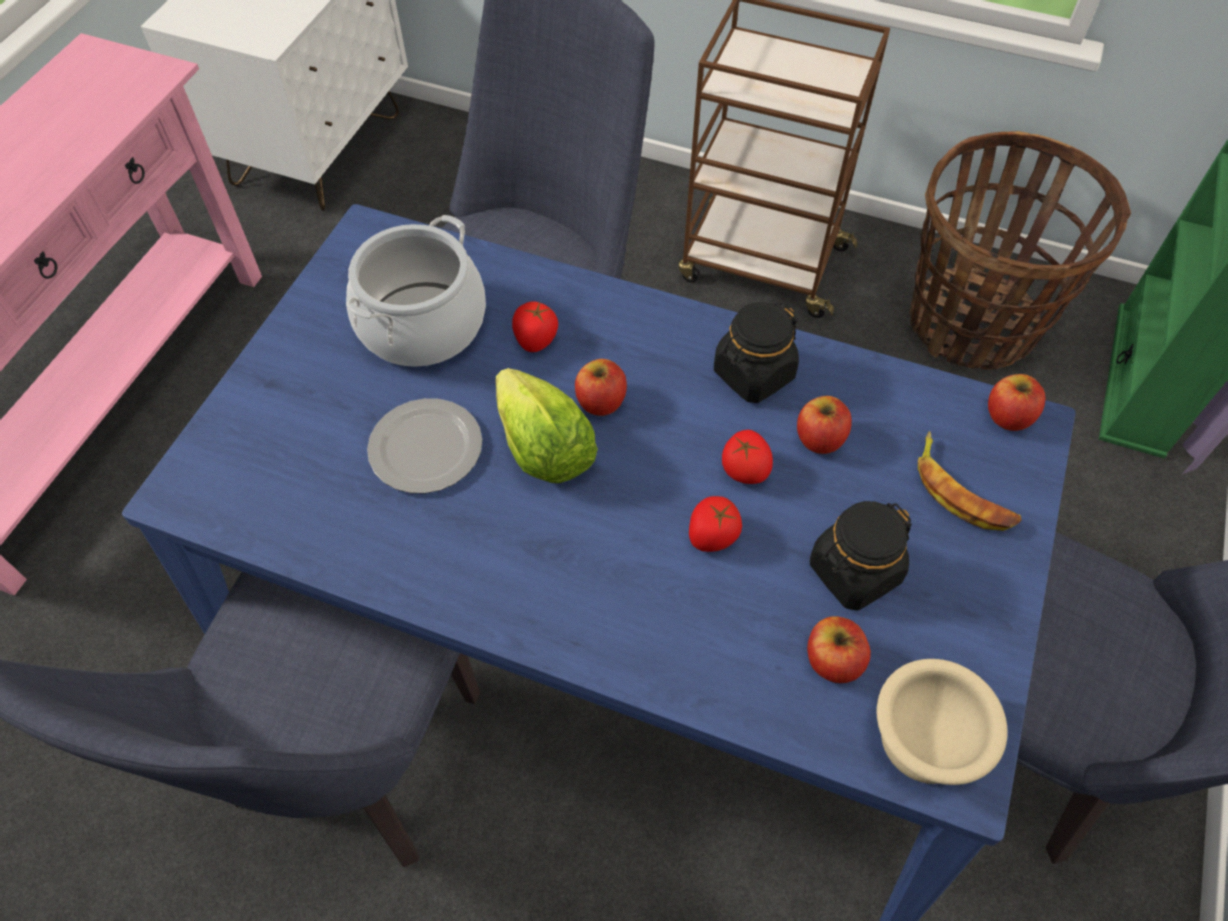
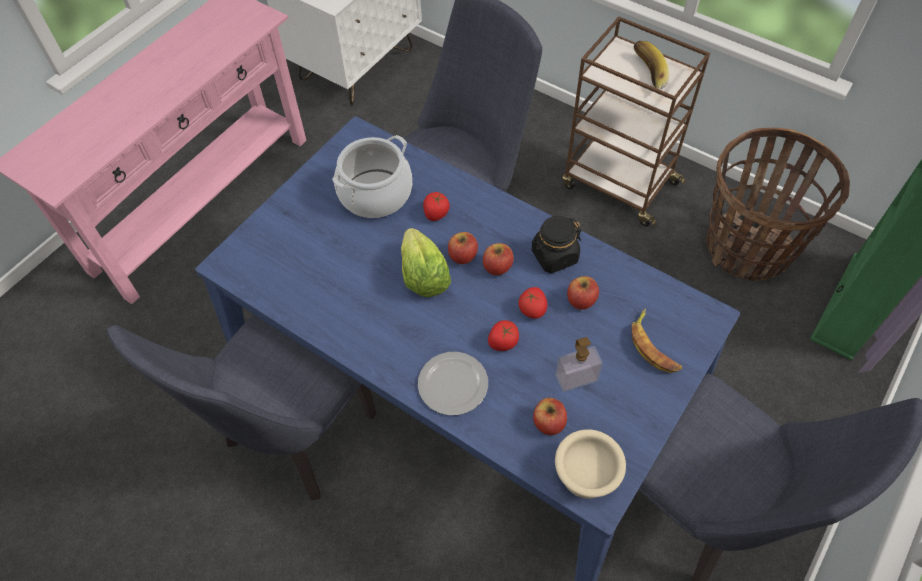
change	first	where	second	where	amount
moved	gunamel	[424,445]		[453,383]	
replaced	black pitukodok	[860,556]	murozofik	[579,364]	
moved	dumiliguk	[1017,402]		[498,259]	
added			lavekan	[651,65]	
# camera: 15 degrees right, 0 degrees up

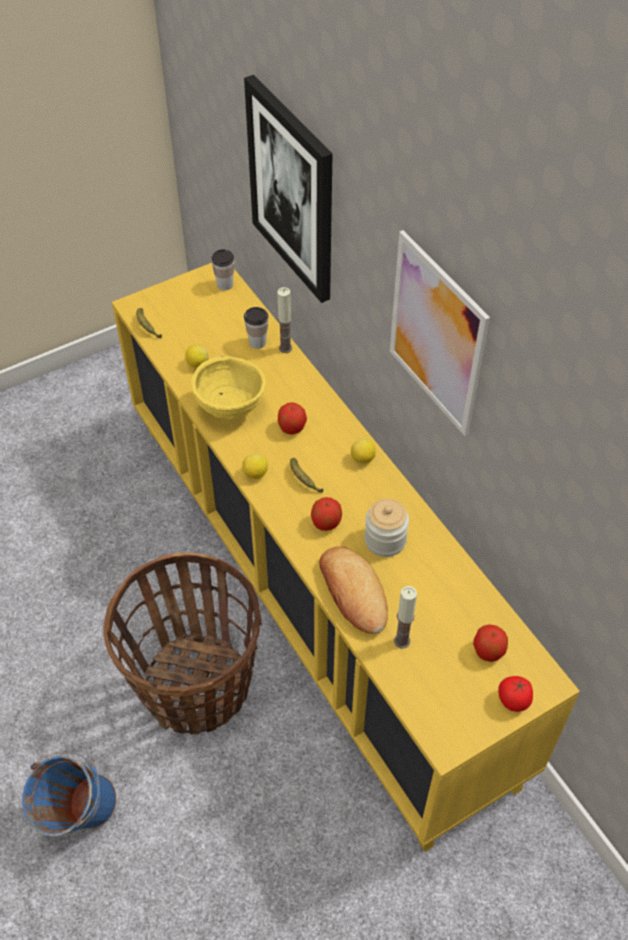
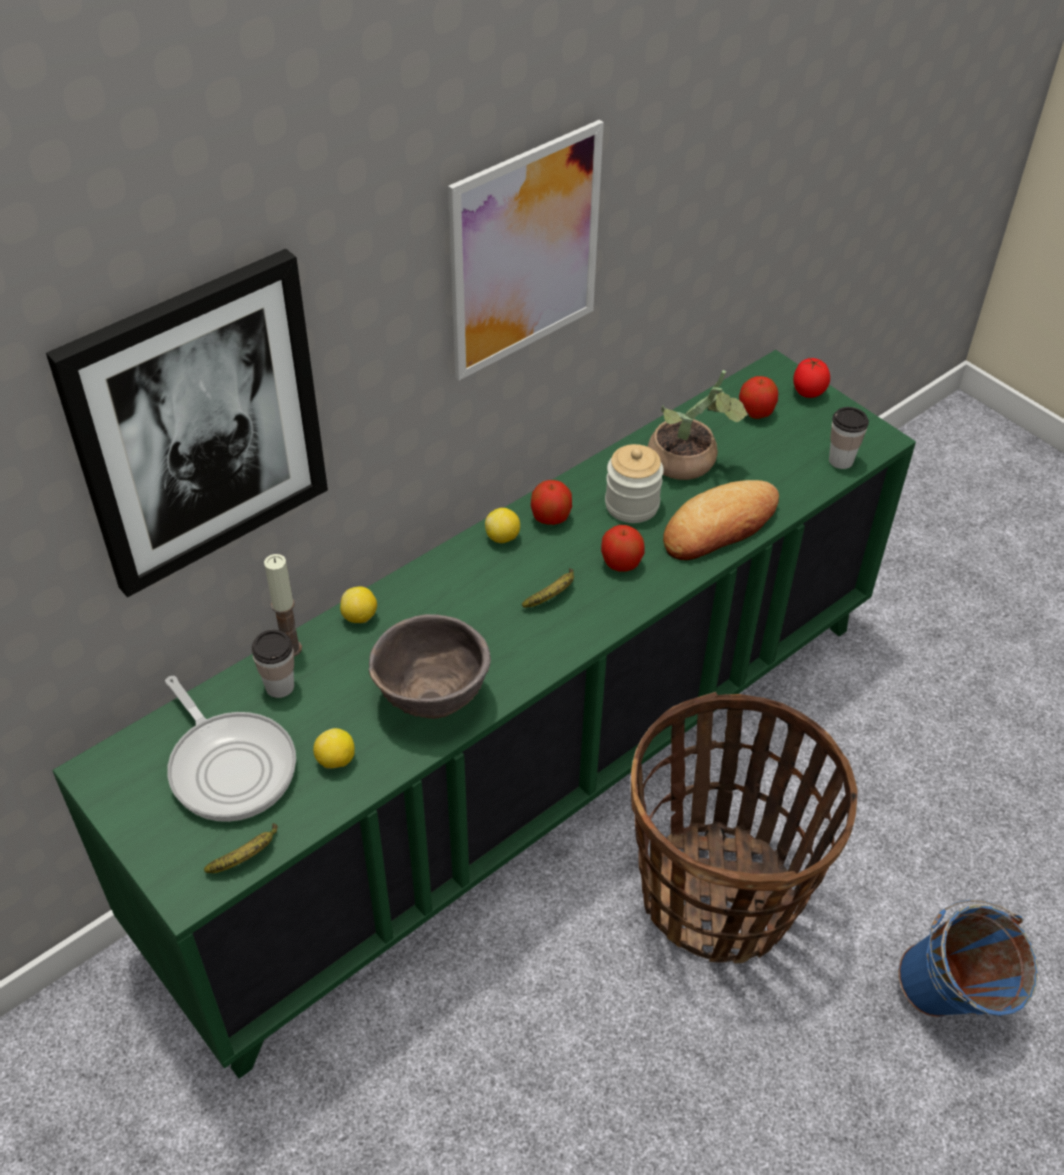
change	first	where	second	where	amount
recoloured	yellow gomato	[346,557]	green gomato	[484,714]	
recoloured	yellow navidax	[228,387]	brown navidax	[430,666]	
moved	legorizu	[222,269]		[849,438]	
moved	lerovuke	[255,466]		[358,604]	
moved	dumiliguk	[292,418]		[551,502]	
removed	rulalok	[405,617]			
added			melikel	[230,749]	
added			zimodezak	[698,425]	
# camera: 100 degrees left, 5 degrees down

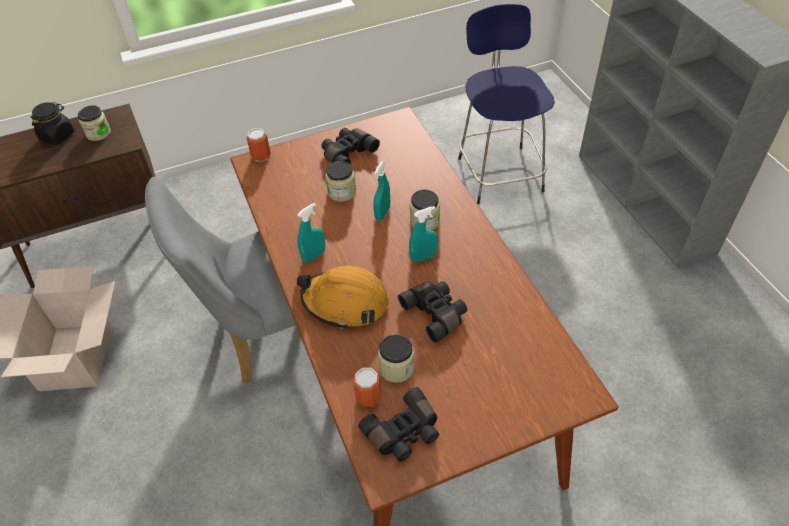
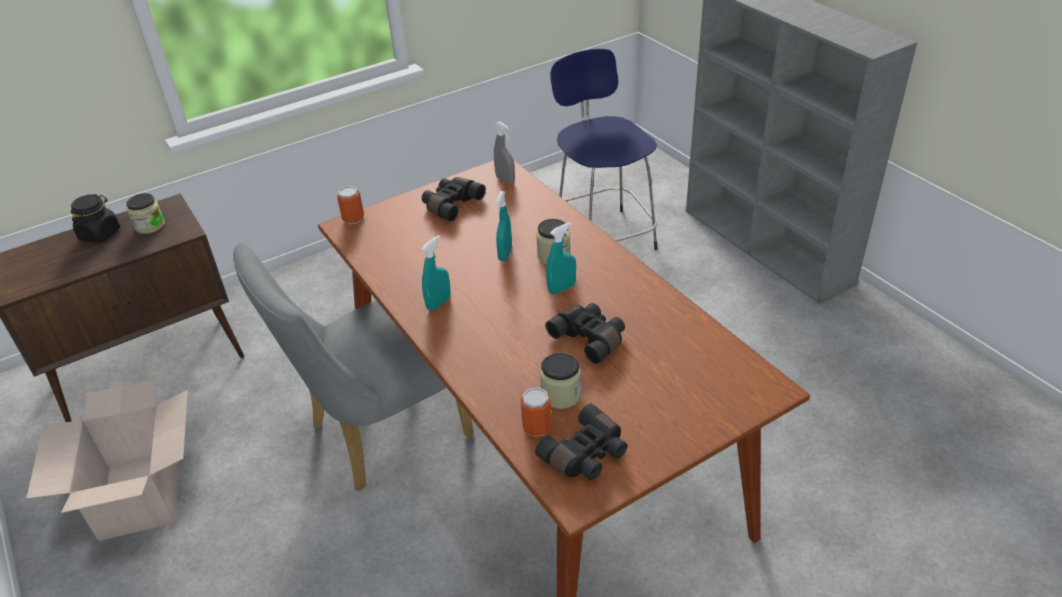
change	first	where	second	where	amount
removed	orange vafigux	[343,297]			
removed	pitukodok	[340,181]			
added			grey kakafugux	[504,153]	
# camera: 10 degrees left, 10 degrees down

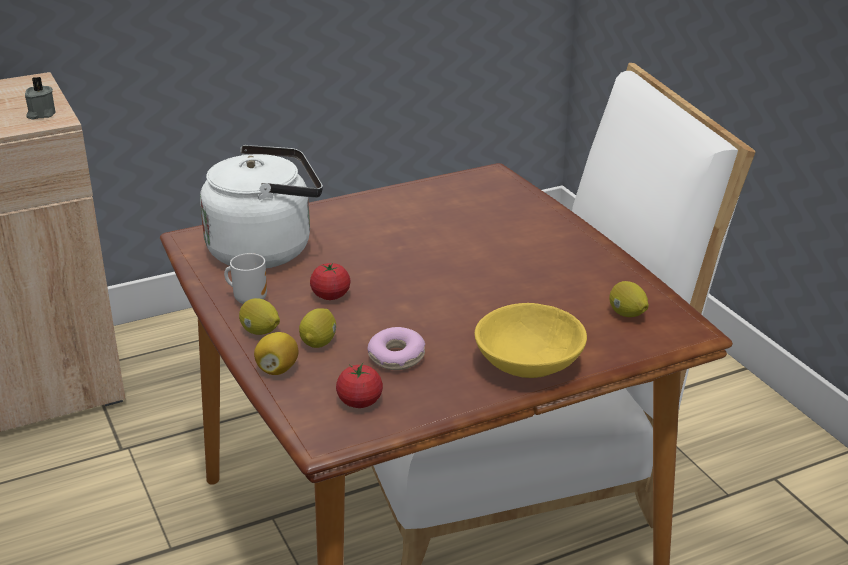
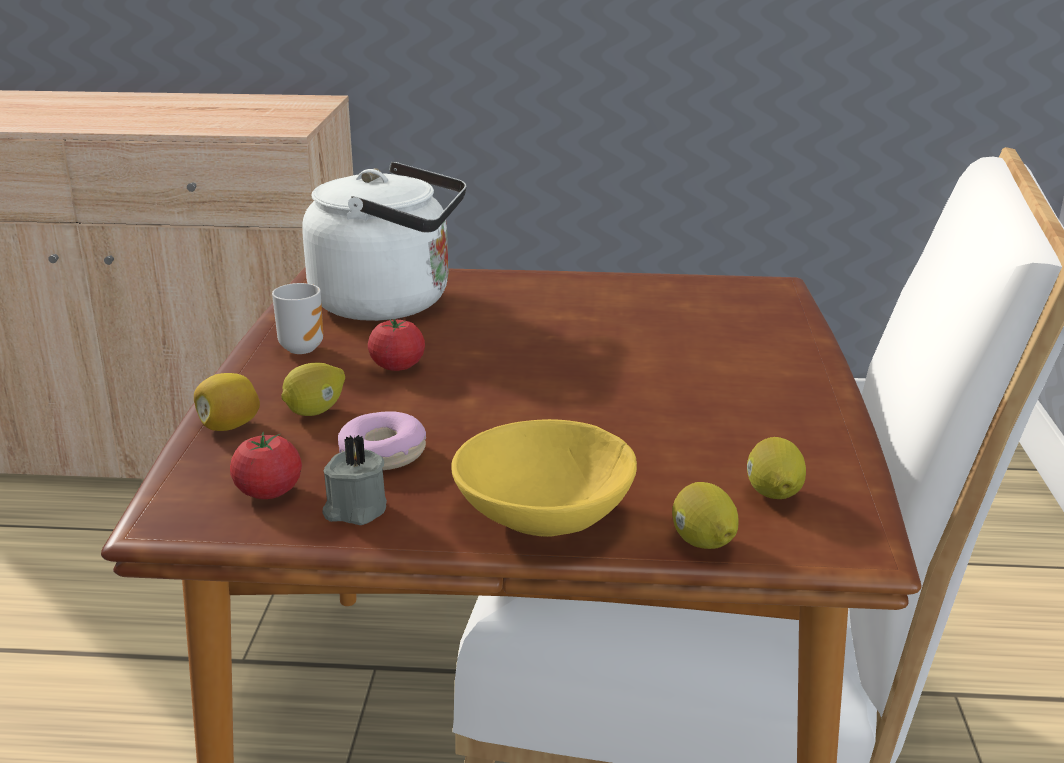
change	first	where	second	where	amount
moved	grey rulalok	[40,98]		[355,480]	
moved	lerovuke	[259,316]		[705,515]	
# camera: 30 degrees right, 5 degrees down

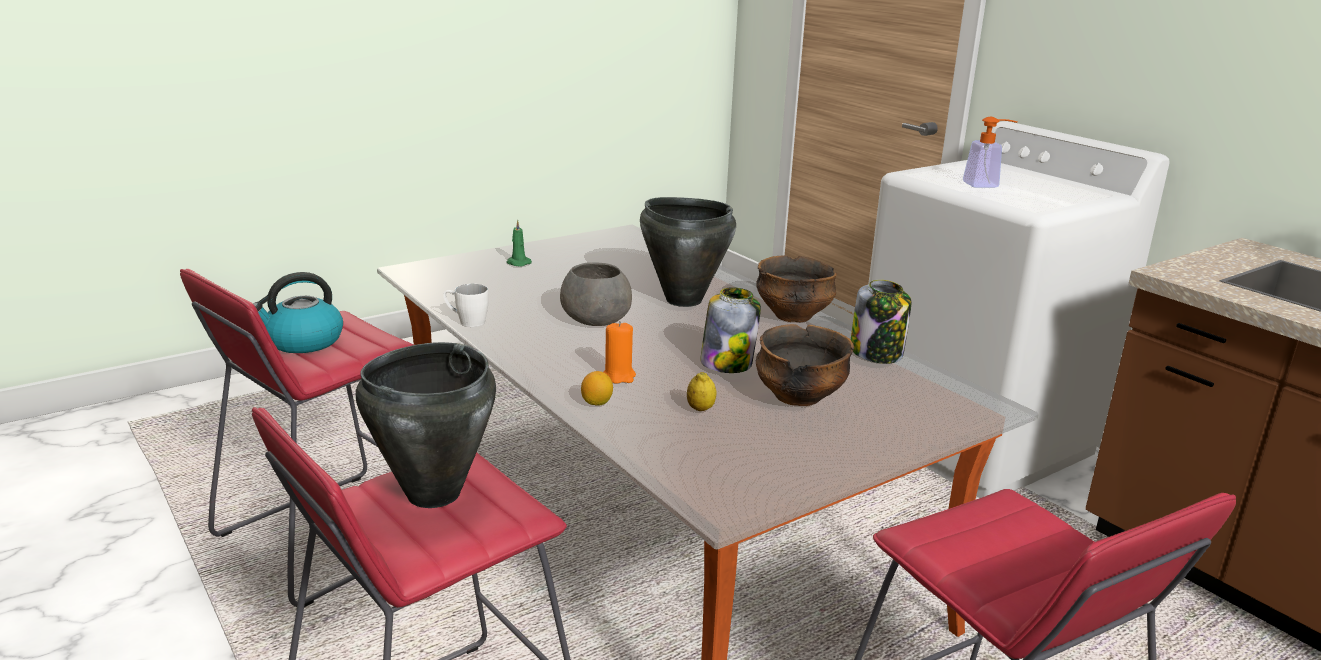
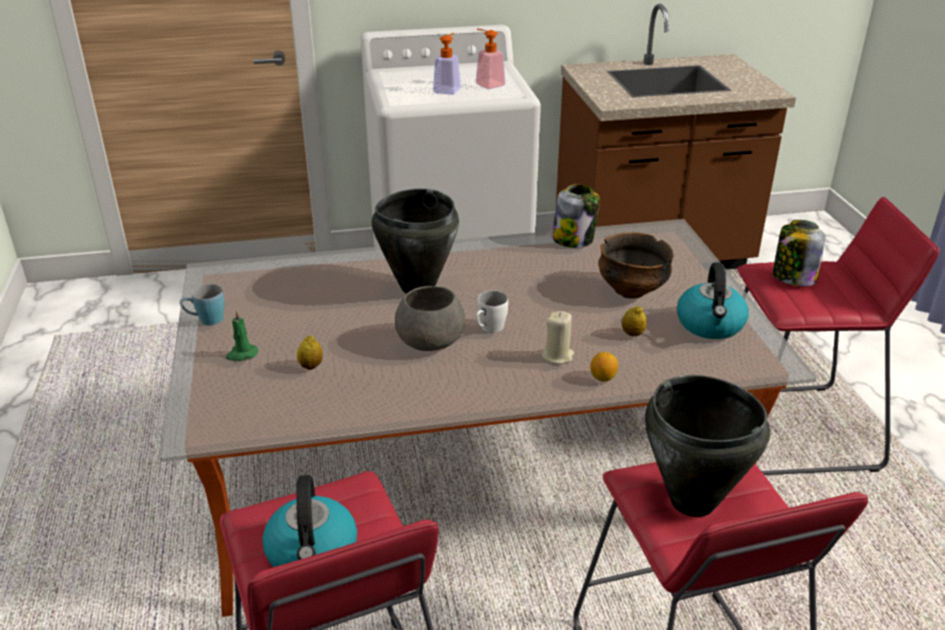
change	first	where	second	where	amount
moved	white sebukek	[465,305]		[492,311]	
recoloured	orange rulalok	[620,352]	beige rulalok	[558,337]	
moved	pitukodok	[730,330]		[799,253]	
removed	navidax	[796,288]			
added			blue sebukek	[202,304]	
added			lerovuke	[310,352]	
added			murozofik	[490,59]	
added			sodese	[713,300]	
# camera: 65 degrees left, 10 degrees up

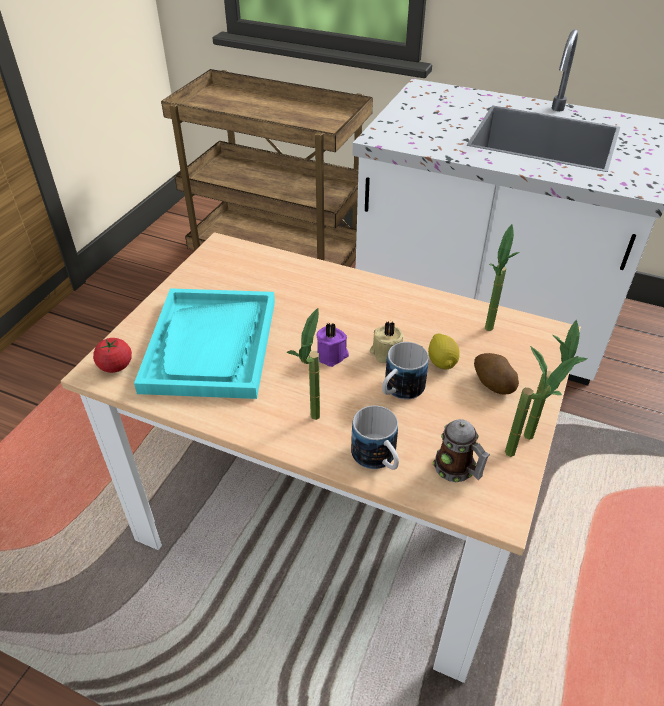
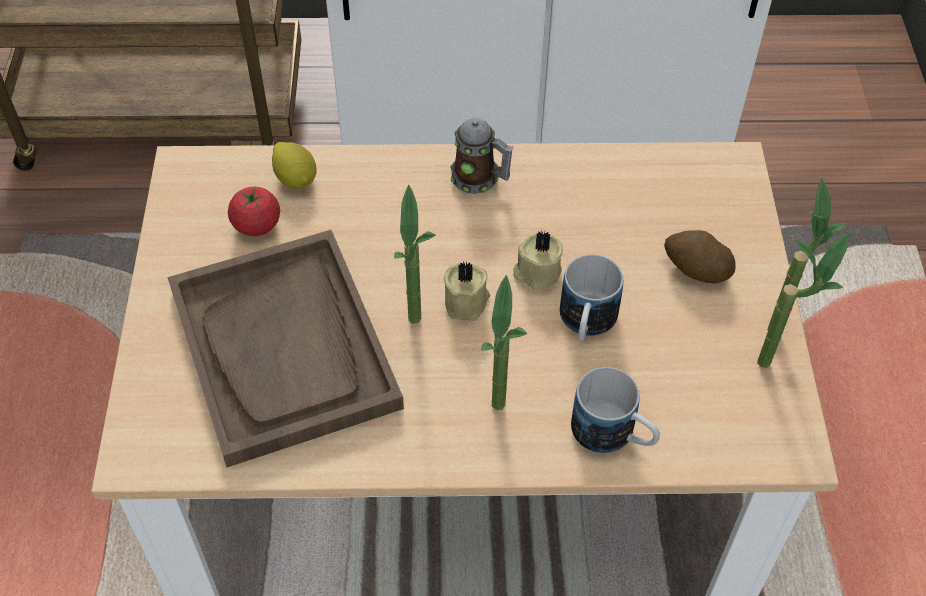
change	first	where	second	where	amount
moved	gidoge	[112,355]		[254,211]	
recoloured	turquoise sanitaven	[204,343]	brown sanitaven	[285,348]	
recoloured	purple rulalok	[333,345]	beige rulalok	[466,291]	
moved	lerovuke	[444,351]		[294,165]	
moved	sebukek	[461,450]		[482,156]	
moved	zimodezak	[502,277]		[415,254]	
# camera: 25 degrees left, 10 degrees up

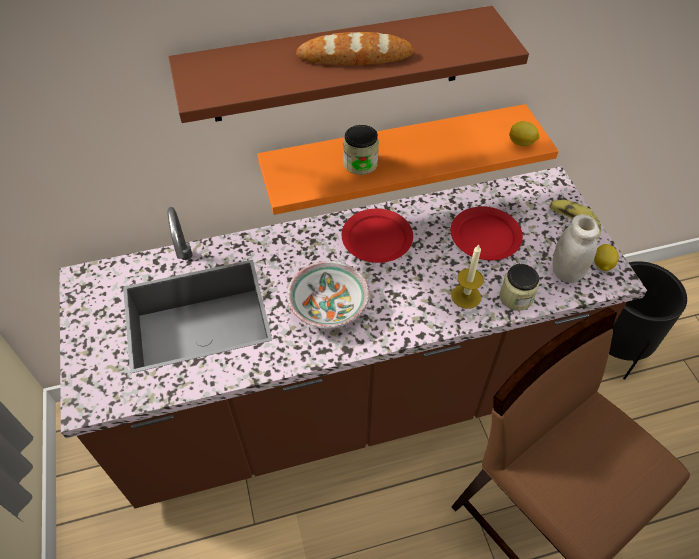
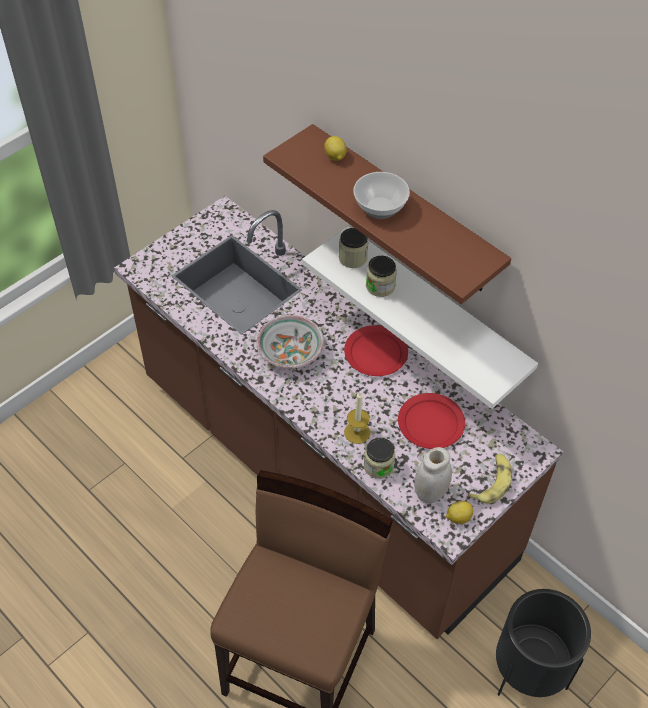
change	first	where	second	where	amount
recoloured	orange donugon	[408,159]	white donugon	[420,317]	
replaced	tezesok	[355,48]	navidax	[381,195]	
moved	lerovuke	[524,133]		[335,148]	
added			pitukodok	[354,248]	
# camera: 60 degrees right, 0 degrees up

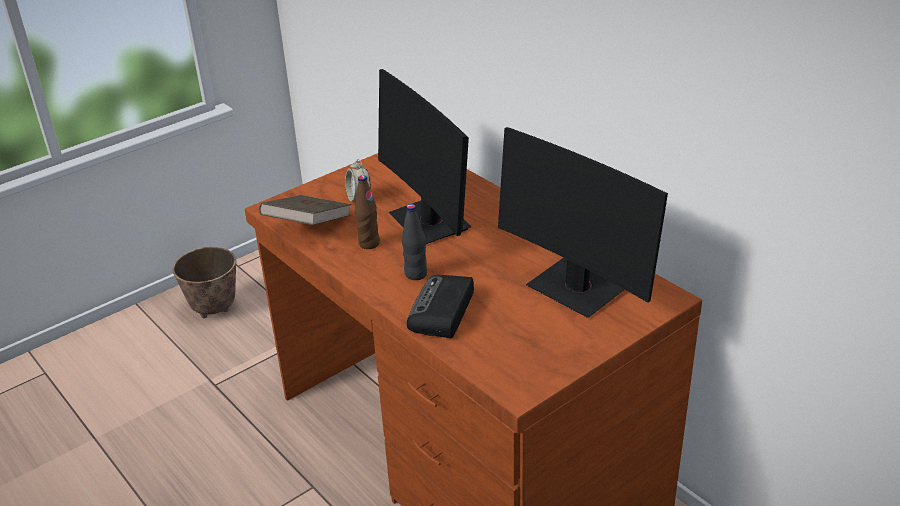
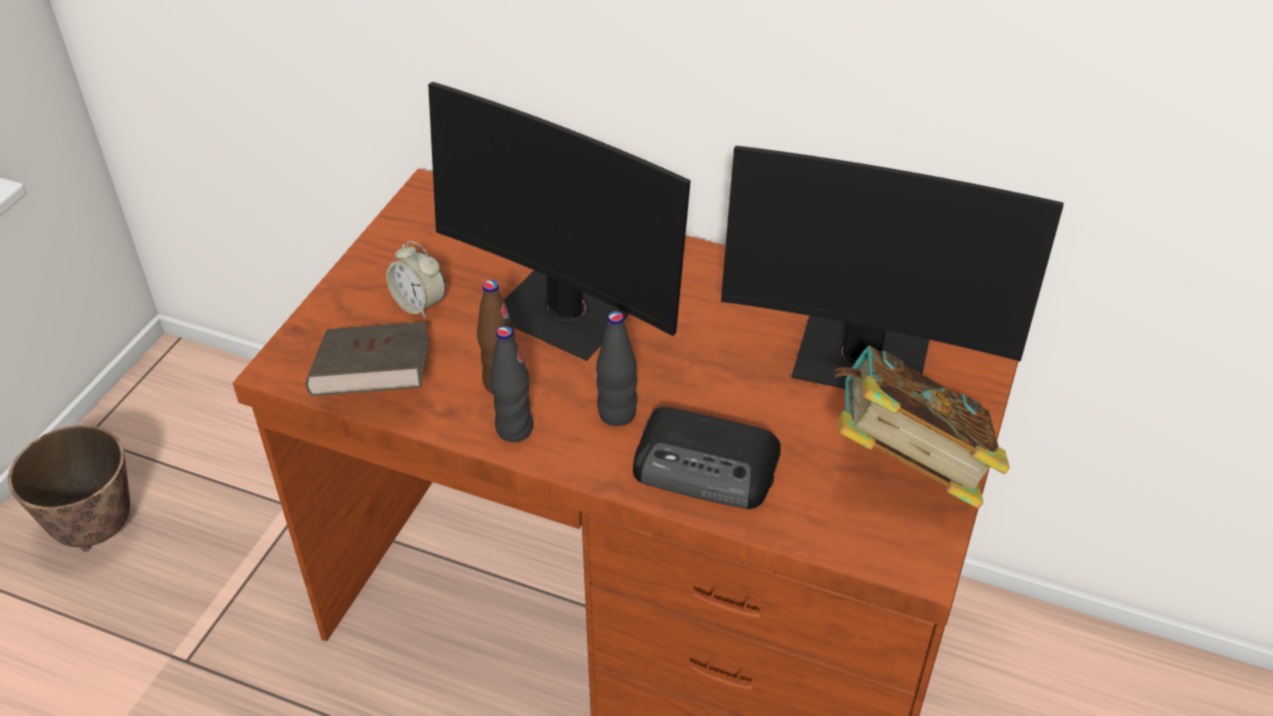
change	first	where	second	where	amount
turned	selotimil	[440,306]		[707,458]	60 degrees counterclockwise
added			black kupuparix	[511,384]	
added			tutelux	[922,427]	
# camera: 30 degrees left, 10 degrees up

